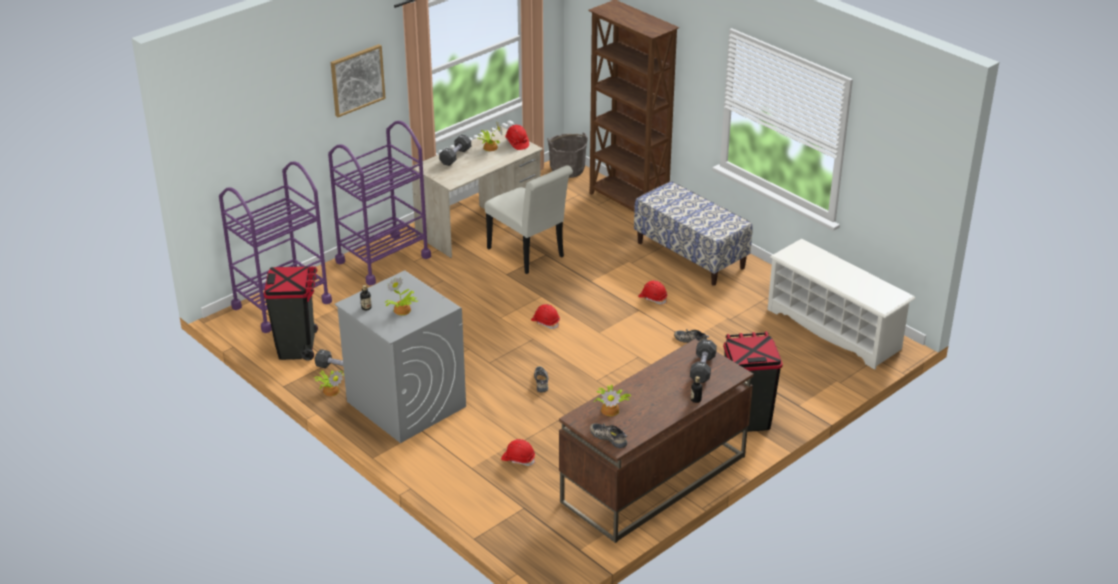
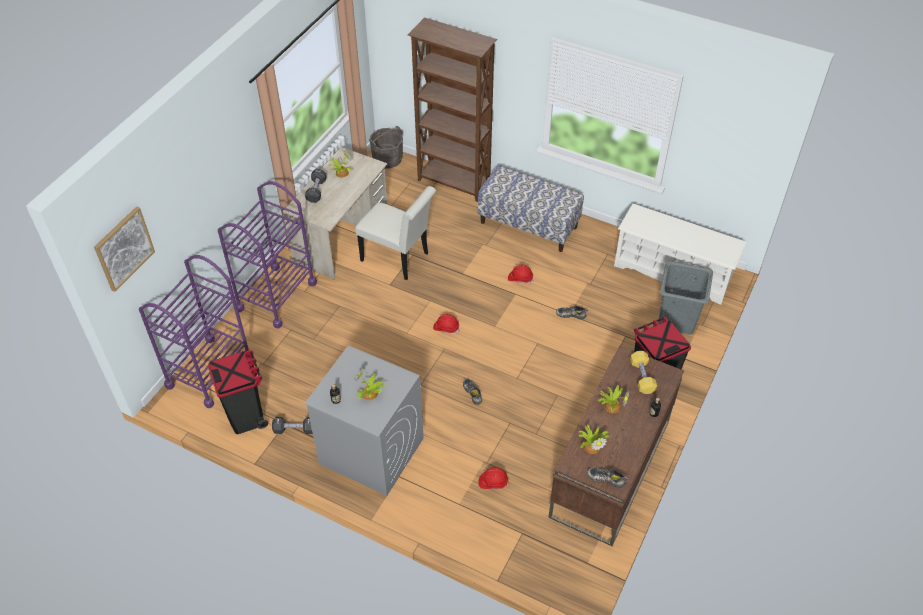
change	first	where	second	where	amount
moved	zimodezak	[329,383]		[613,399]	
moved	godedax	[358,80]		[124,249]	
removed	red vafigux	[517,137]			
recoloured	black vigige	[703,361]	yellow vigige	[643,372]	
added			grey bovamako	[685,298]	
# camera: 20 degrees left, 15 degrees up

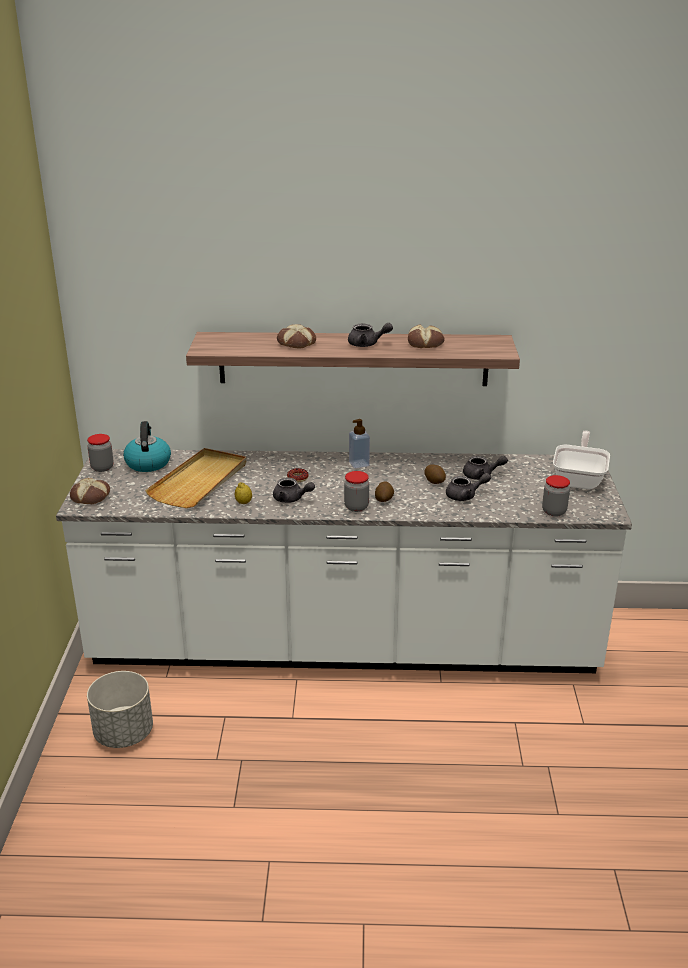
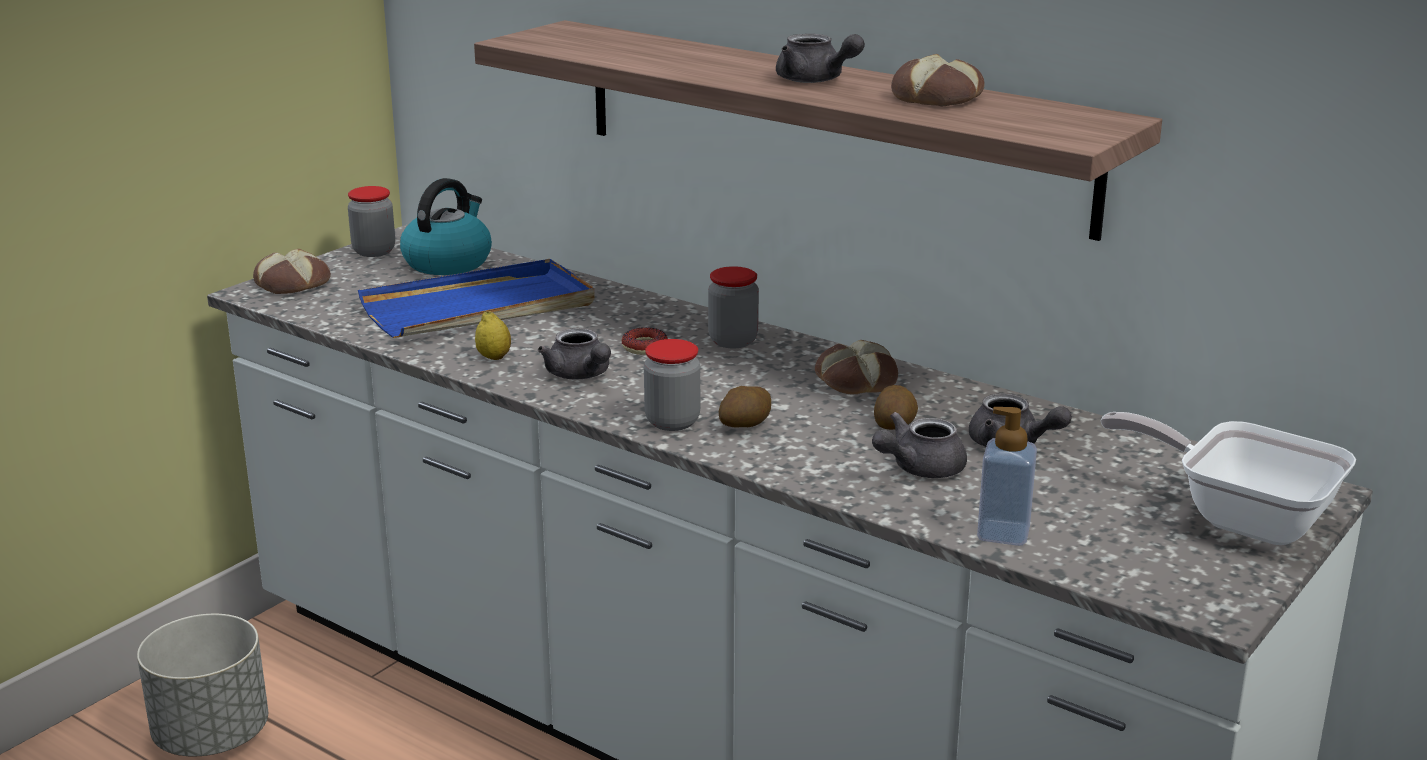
change	first	where	second	where	amount
recoloured	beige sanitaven	[195,478]	blue sanitaven	[476,298]	
moved	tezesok	[296,336]		[856,367]	
moved	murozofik	[359,443]		[1007,476]	
turned	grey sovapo	[468,487]		[919,445]	120 degrees clockwise
moved	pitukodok	[556,496]		[733,307]	
turned	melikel	[581,460]		[1228,478]	105 degrees counterclockwise
# camera: 35 degrees right, 5 degrees down

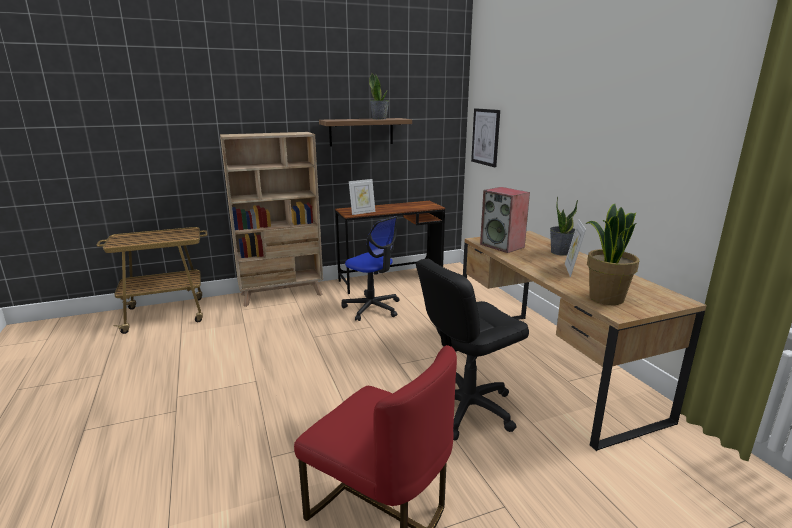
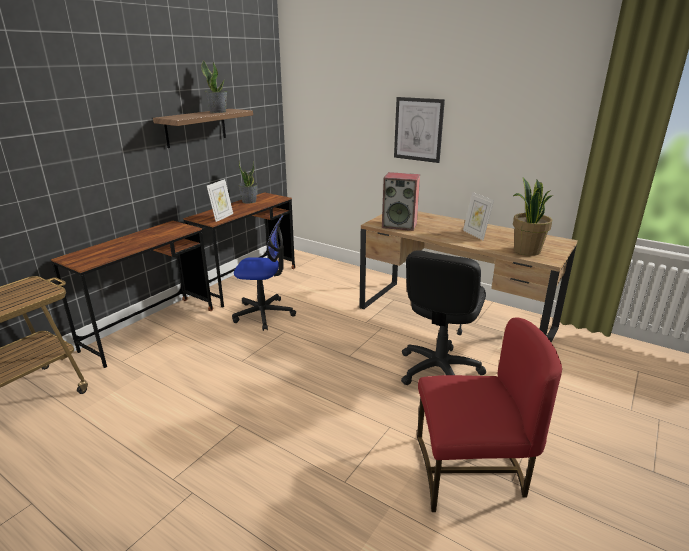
change	first	where	second	where	amount
replaced	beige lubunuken	[271,219]	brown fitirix	[132,294]	
moved	godedax	[485,137]		[419,130]	
moved	zimodezak	[564,226]		[248,182]	
# camera: 35 degrees left, 5 degrees up

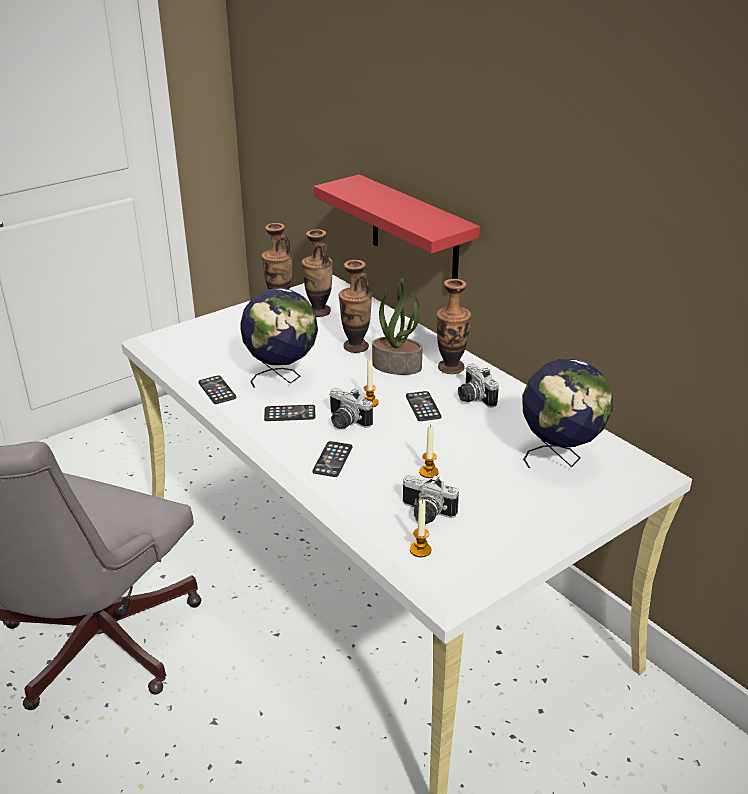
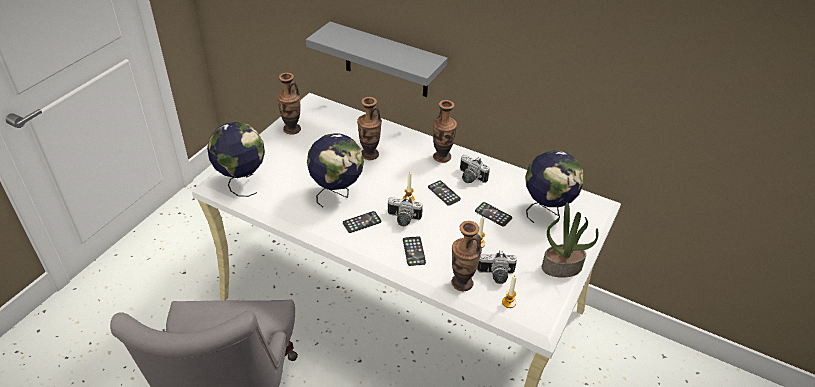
change	first	where	second	where	amount
moved	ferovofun	[217,389]		[493,214]	
moved	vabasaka	[317,273]		[466,256]	
recoloured	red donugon	[397,226]	grey donugon	[377,59]	
moved	zimodezak	[397,326]		[570,240]	
added			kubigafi	[236,159]	
# camera: 25 degrees left, 10 degrees up

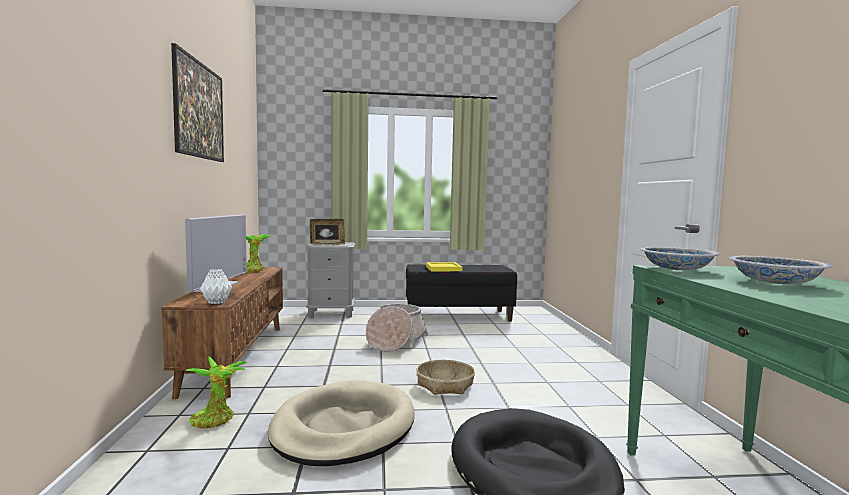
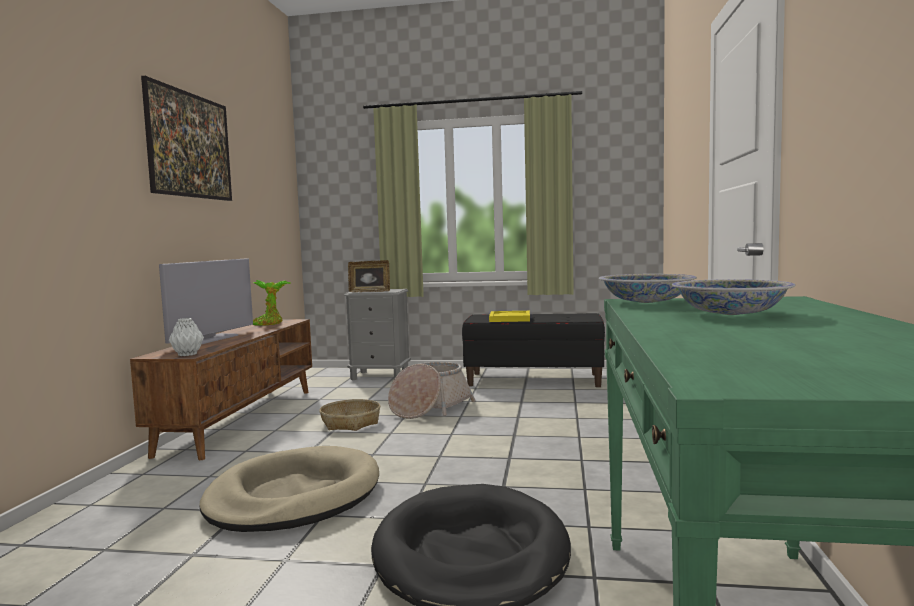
change	first	where	second	where	amount
removed	zimodezak	[217,392]			
moved	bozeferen	[446,377]		[349,415]	
# camera: 15 degrees right, 0 degrees up

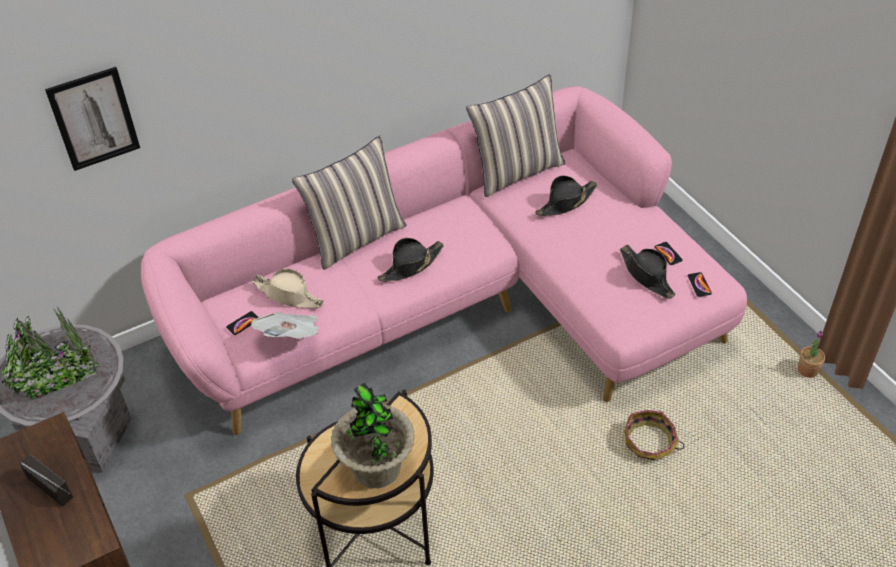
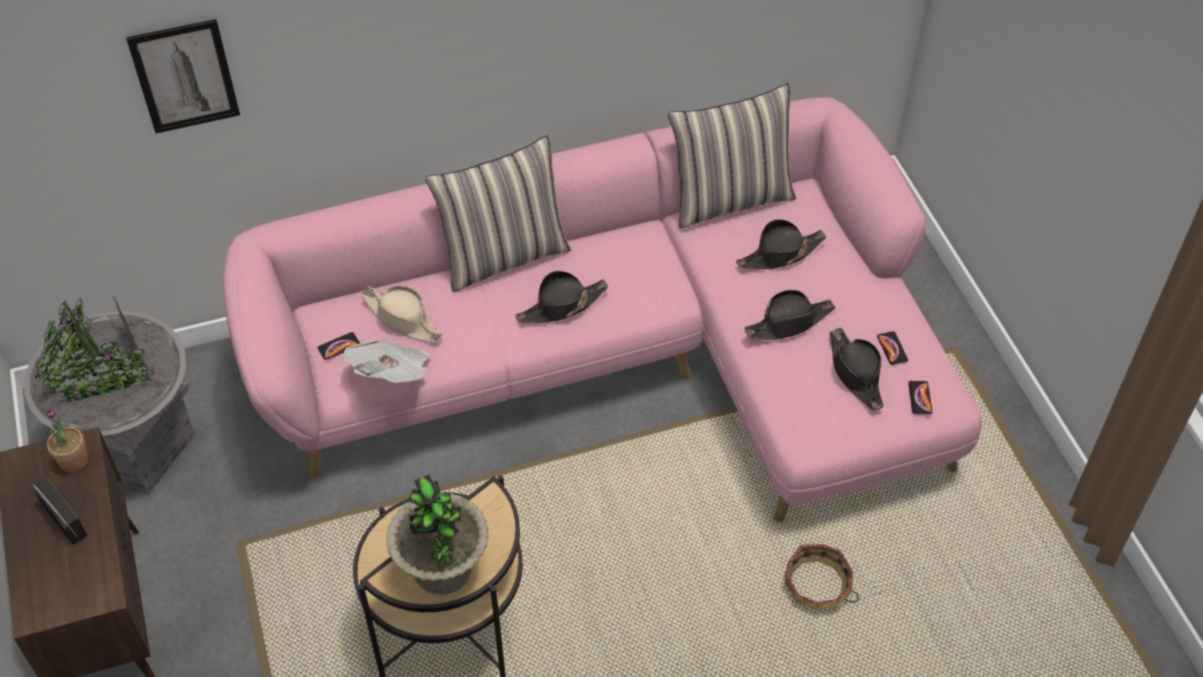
change	first	where	second	where	amount
moved	zimodezak	[811,354]		[67,440]	
added			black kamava	[789,315]	
# camera: 10 degrees right, 5 degrees up

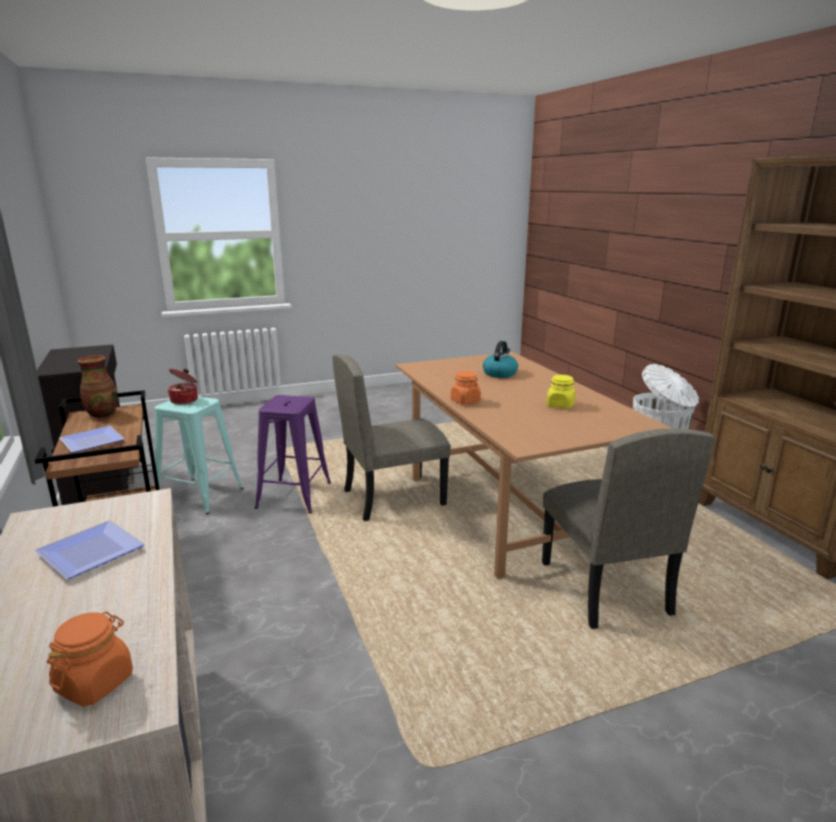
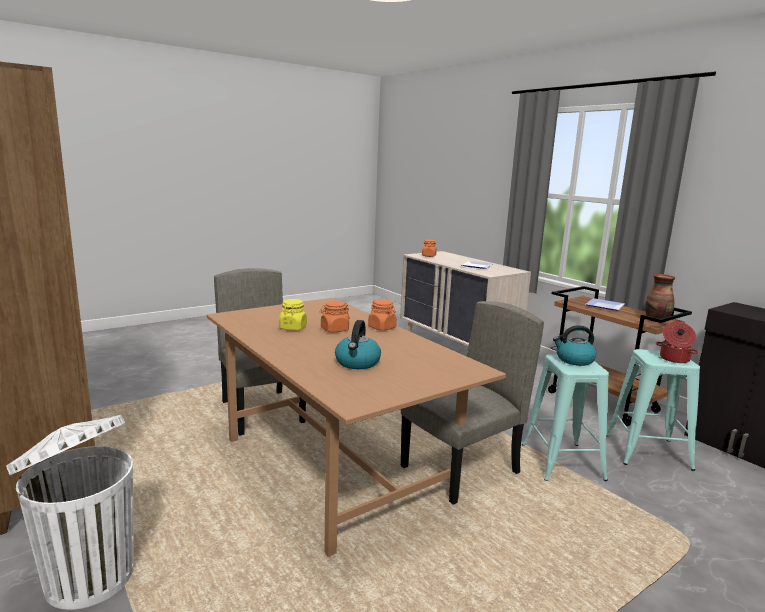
change	first	where	second	where	amount
recoloured	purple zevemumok	[293,454]	turquoise zevemumok	[565,417]	
added			orange pitukodok	[335,316]	
added			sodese	[575,345]	
# camera: 165 degrees right, 5 degrees down

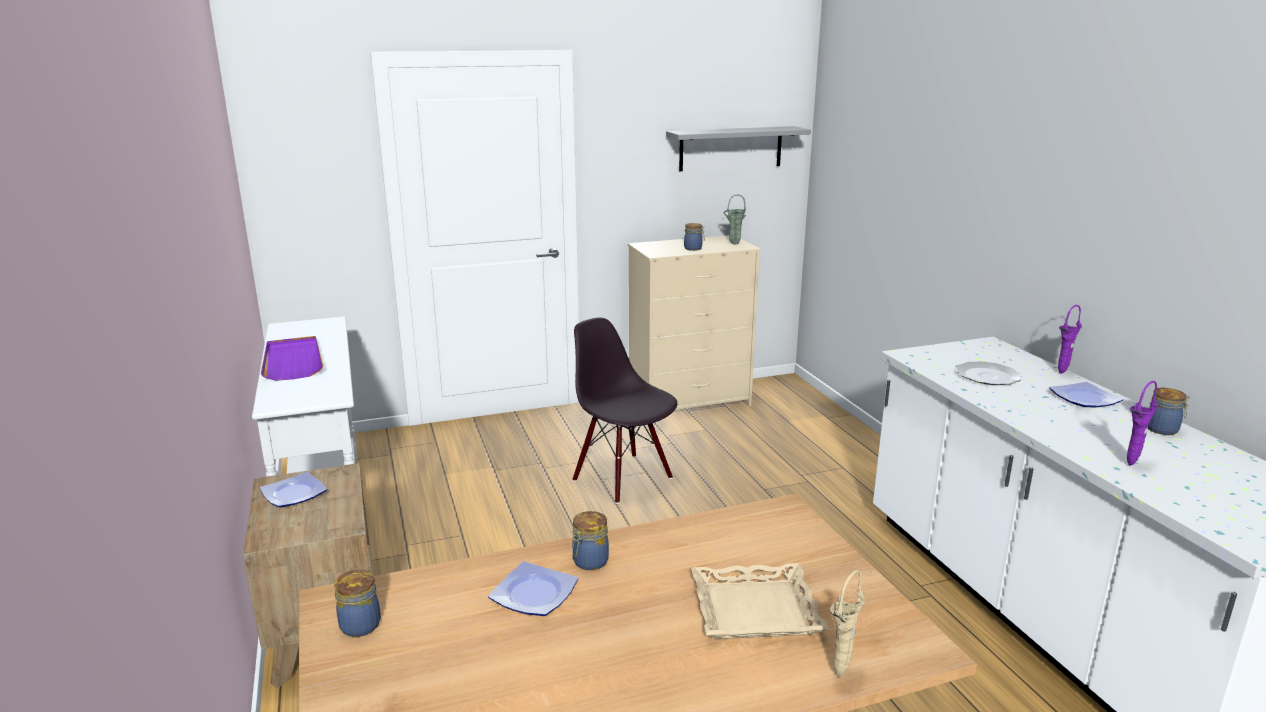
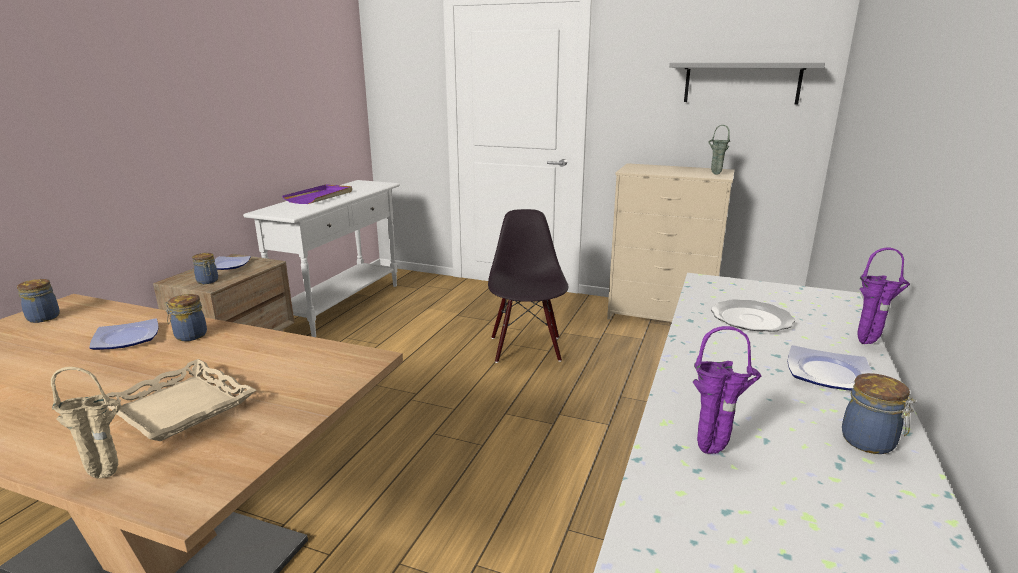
change	first	where	second	where	amount
moved	pitukodok	[694,237]		[205,268]	
# camera: 40 degrees right, 0 degrees up

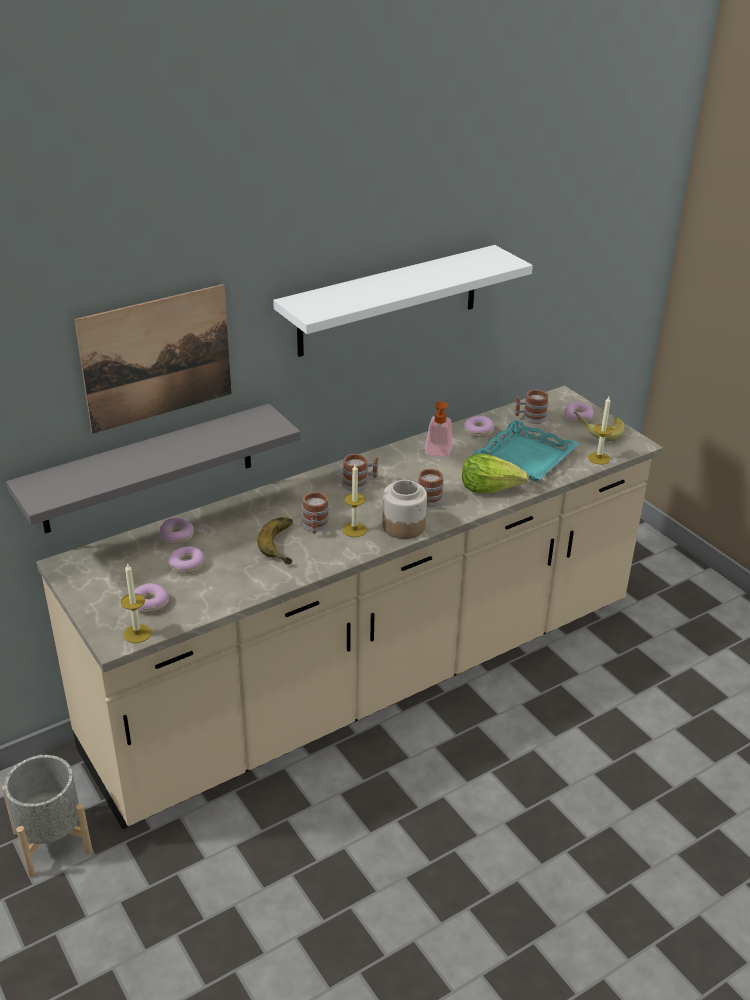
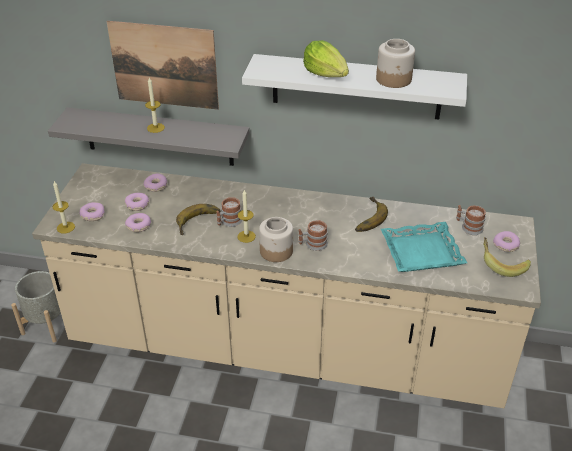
change	first	where	second	where	amount
removed	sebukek	[360,472]			
replaced	murozofik	[438,429]	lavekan	[371,214]	
moved	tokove	[495,473]		[326,58]	
moved	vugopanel	[479,426]		[138,222]	
moved	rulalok	[600,430]		[155,105]	
added			pitukodok	[395,63]	
# camera: 45 degrees right, 5 degrees up

